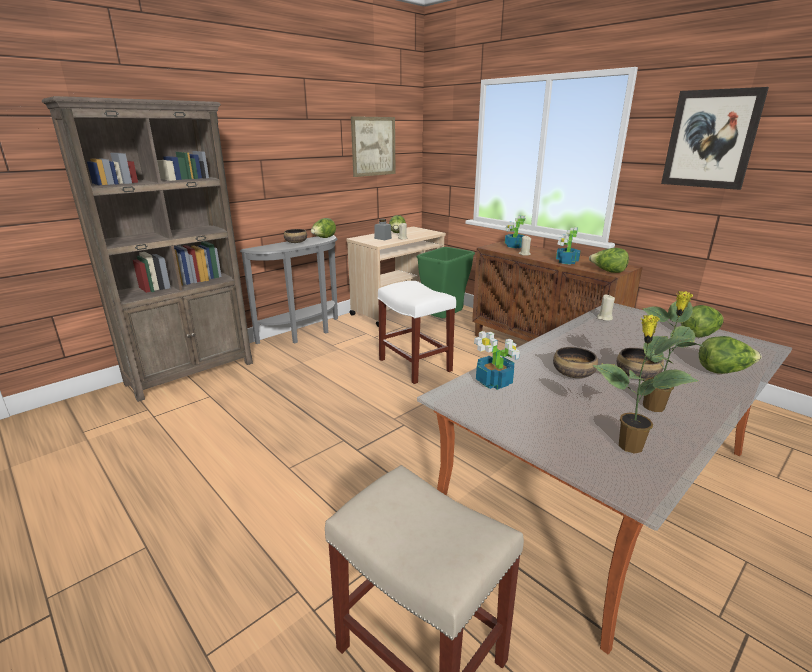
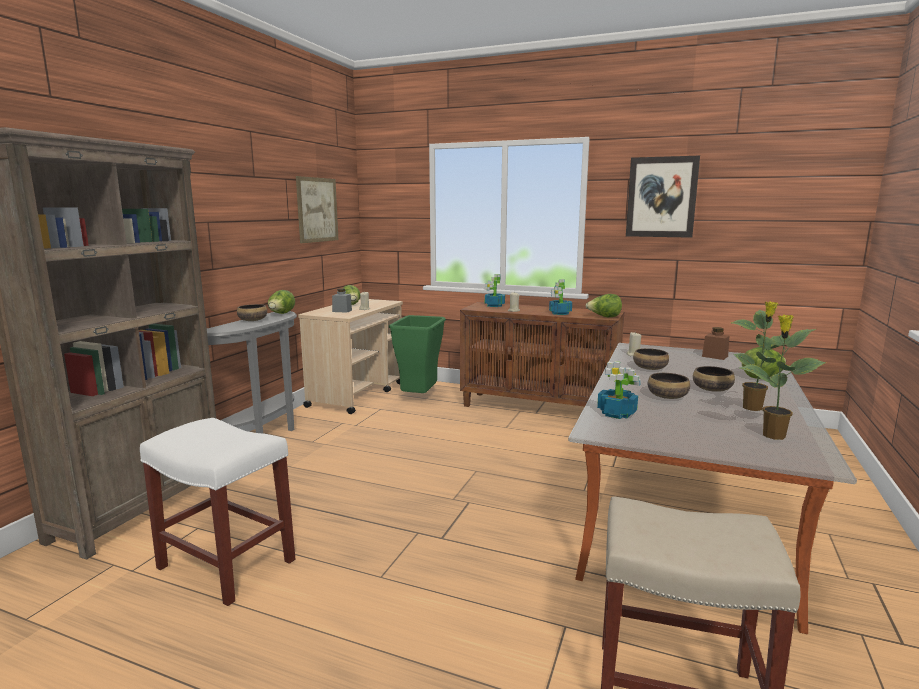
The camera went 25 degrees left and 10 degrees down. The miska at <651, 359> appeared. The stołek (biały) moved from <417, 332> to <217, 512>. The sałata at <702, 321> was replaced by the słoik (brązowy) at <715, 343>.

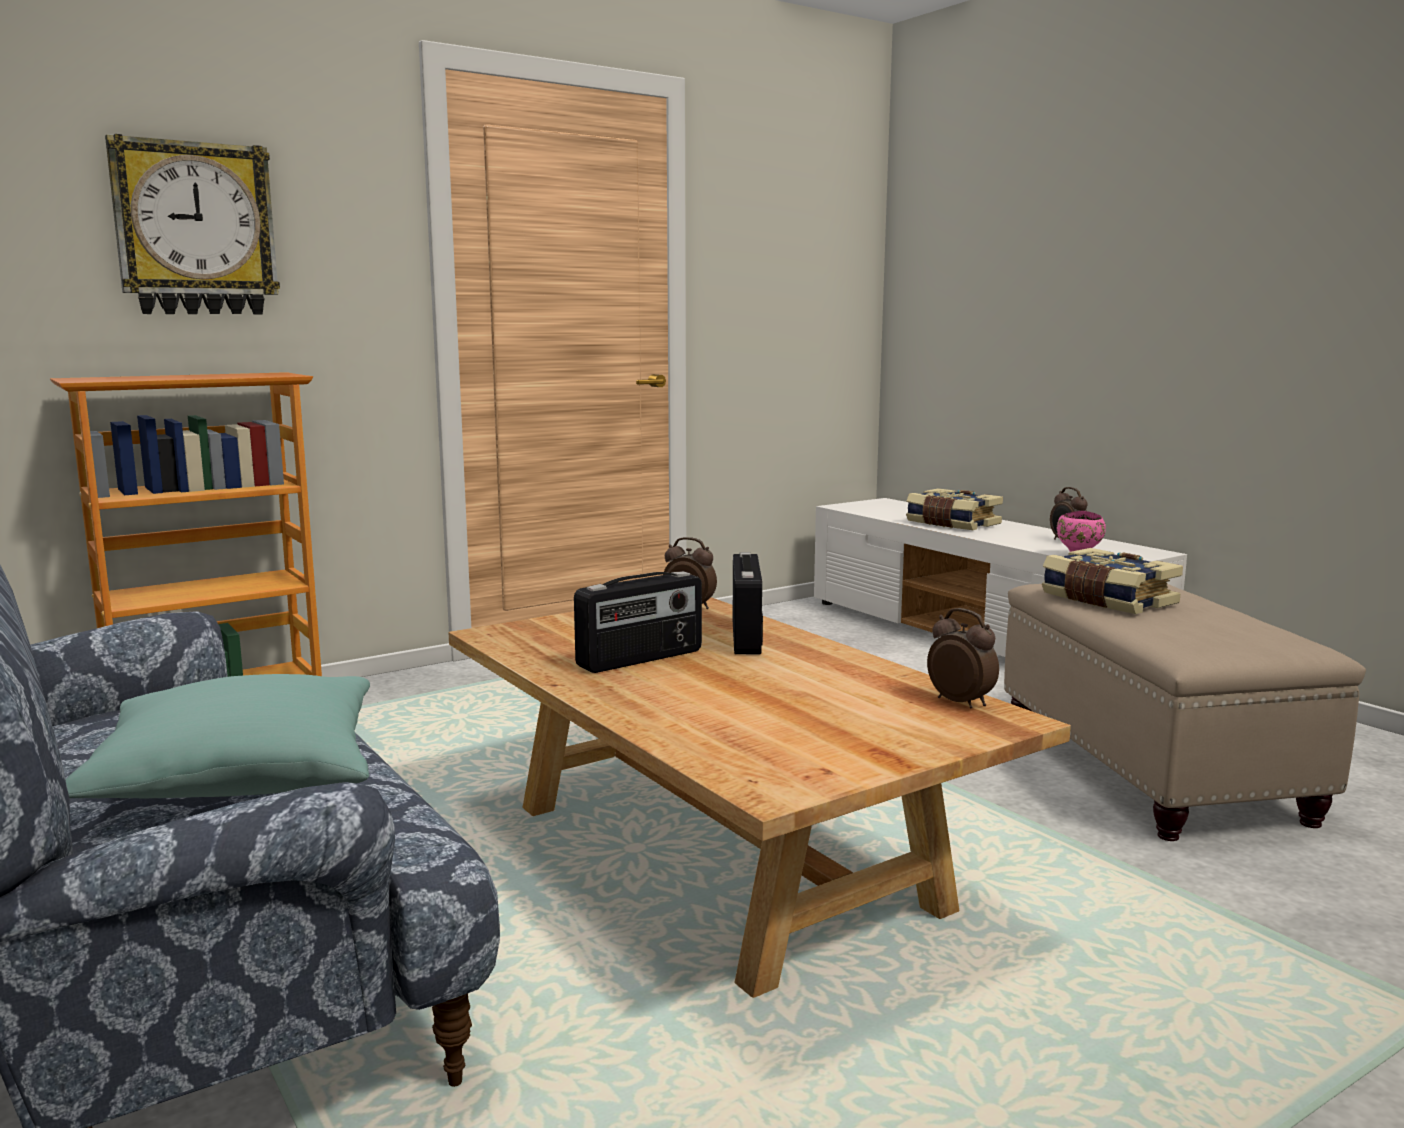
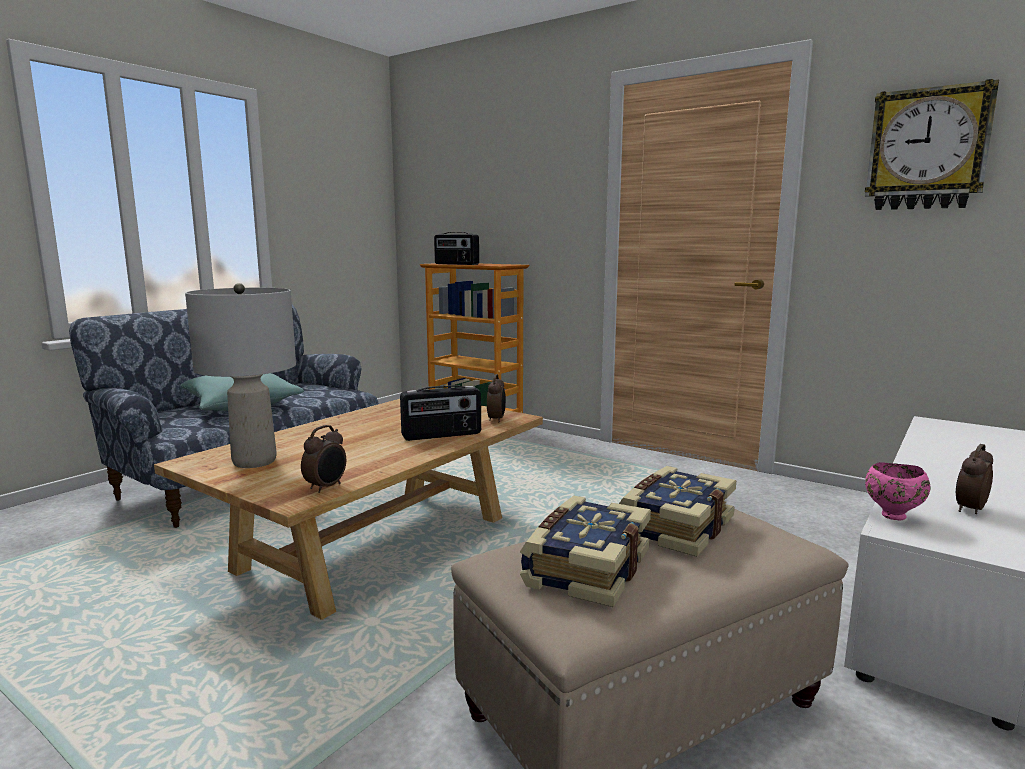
The camera went 70 degrees right and 0 degrees up. The lampa stołowa (szary) at <240, 375> appeared. The zegar ścienny moved from <192, 224> to <932, 144>. The radio moved from <638, 622> to <456, 248>. The książka moved from <954, 509> to <585, 551>.

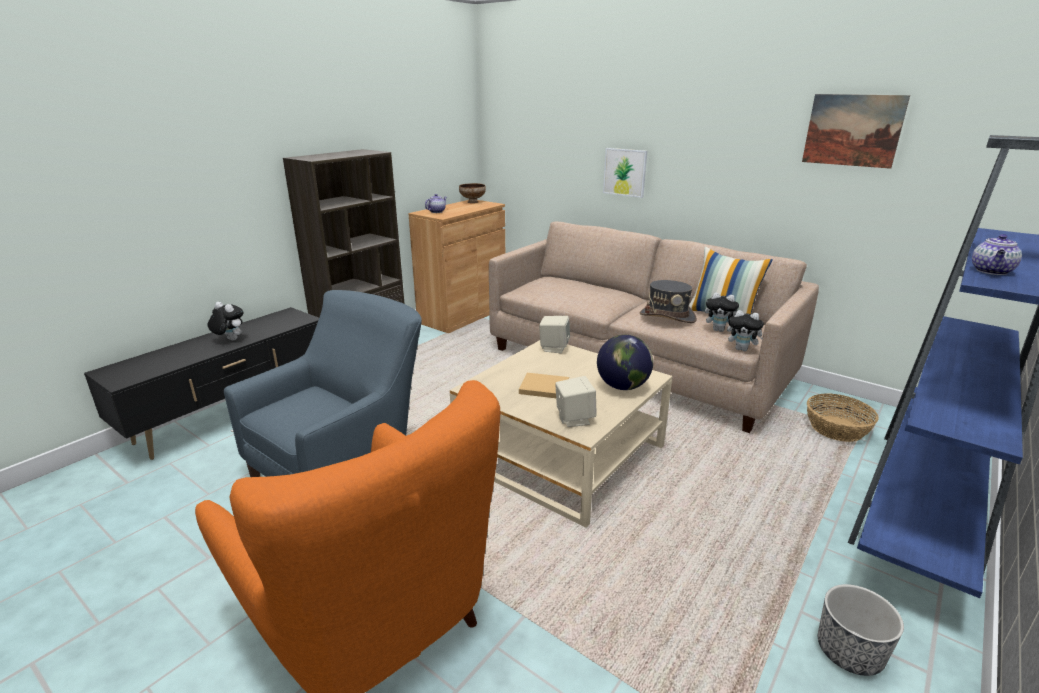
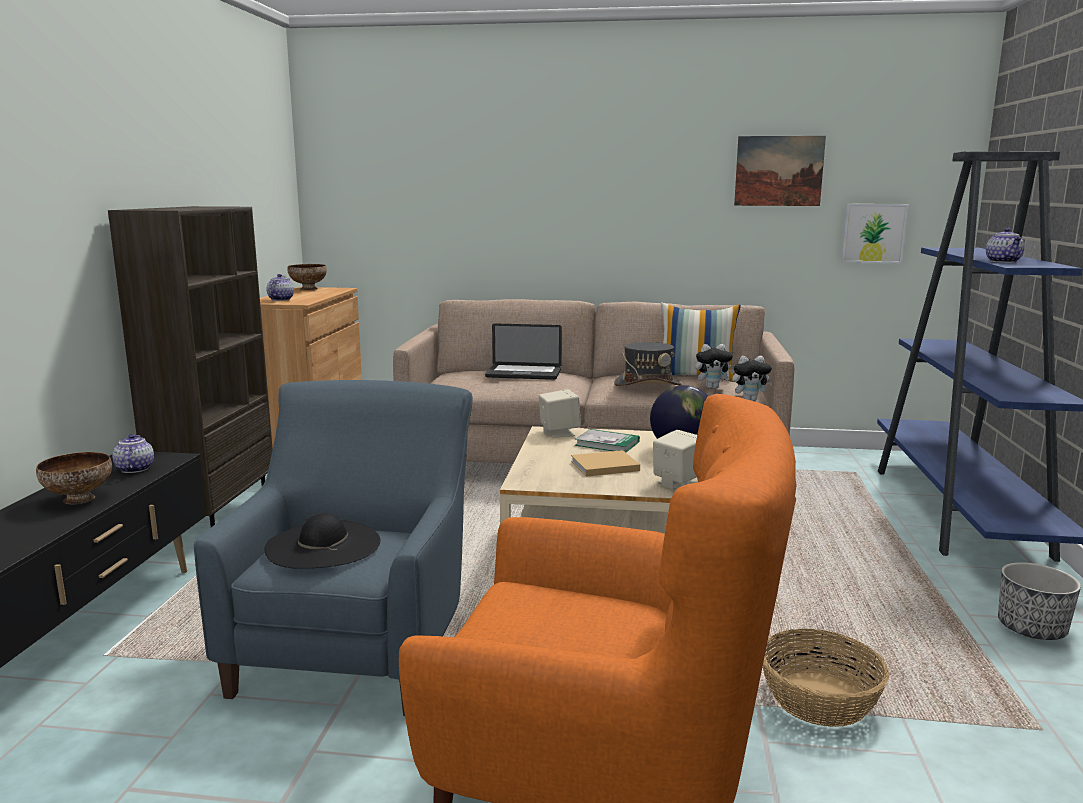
The camera went 30 degrees left and 10 degrees down. The imbryk at <133, 453> appeared. The kapelusz (czarny) at <322, 541> appeared. The laptop at <523, 352> appeared. The książka at <607, 441> appeared. The obraz moved from <625, 173> to <875, 233>. The koszyk moved from <843, 418> to <826, 677>. The pluszak at <226, 321> was replaced by the miska at <74, 478>.

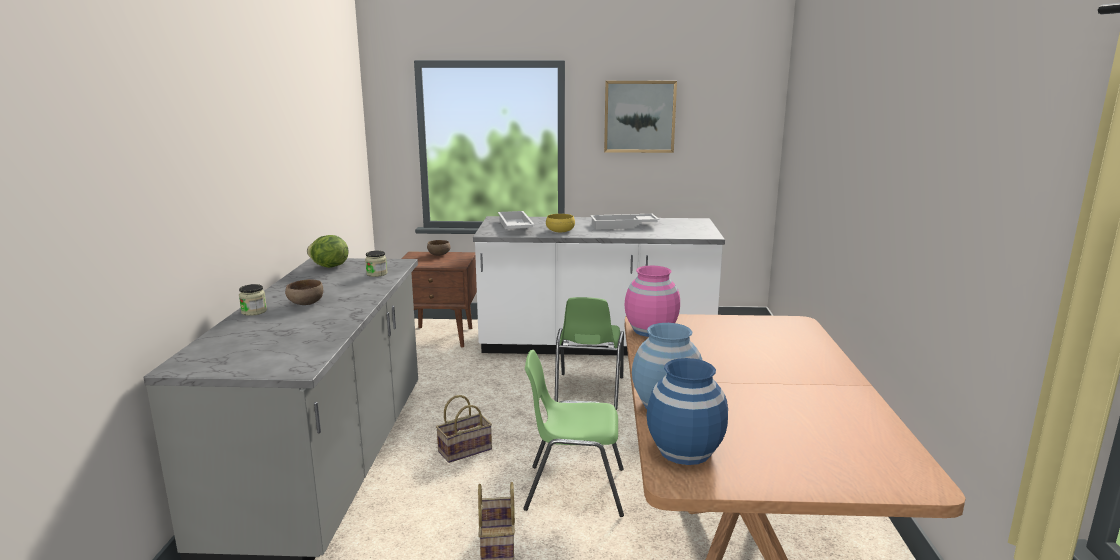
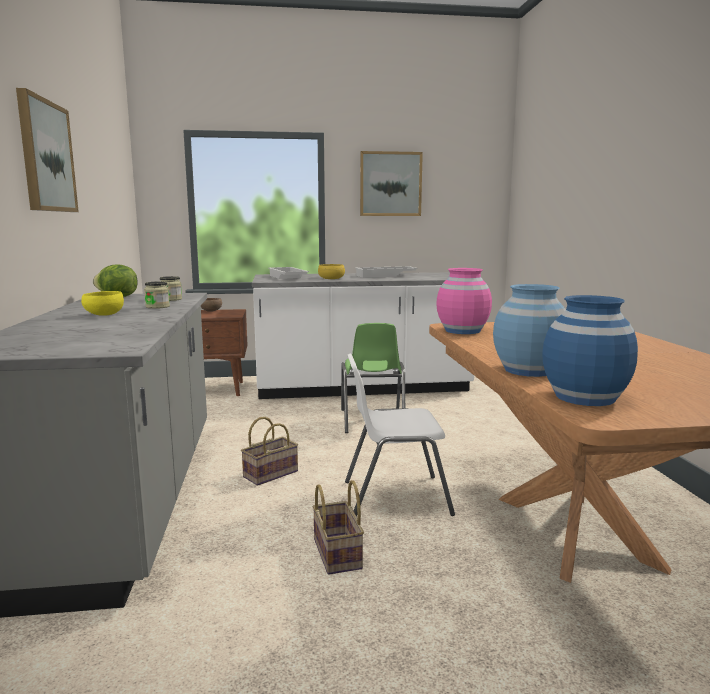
The camera went 10 degrees left and 5 degrees down. The obraz at <47, 150> appeared. The słoik moved from <253, 300> to <157, 295>. The miska (brązowy) at <304, 292> became the miska (żółty) at <102, 303>. The krzesło (zielony) at <573, 433> became the krzesło (biały) at <400, 435>.

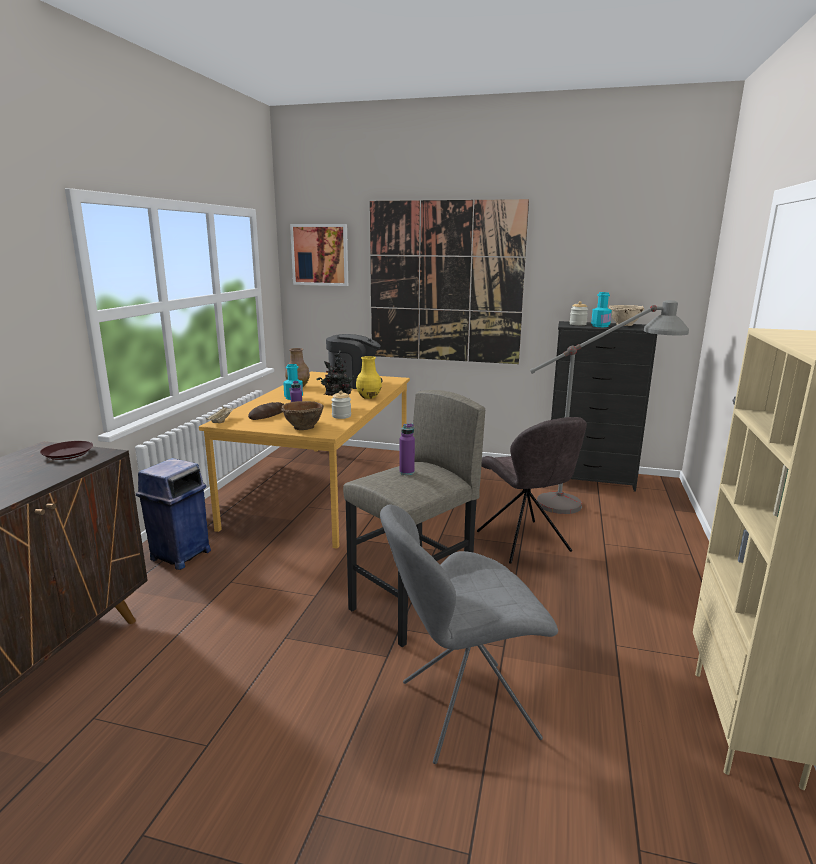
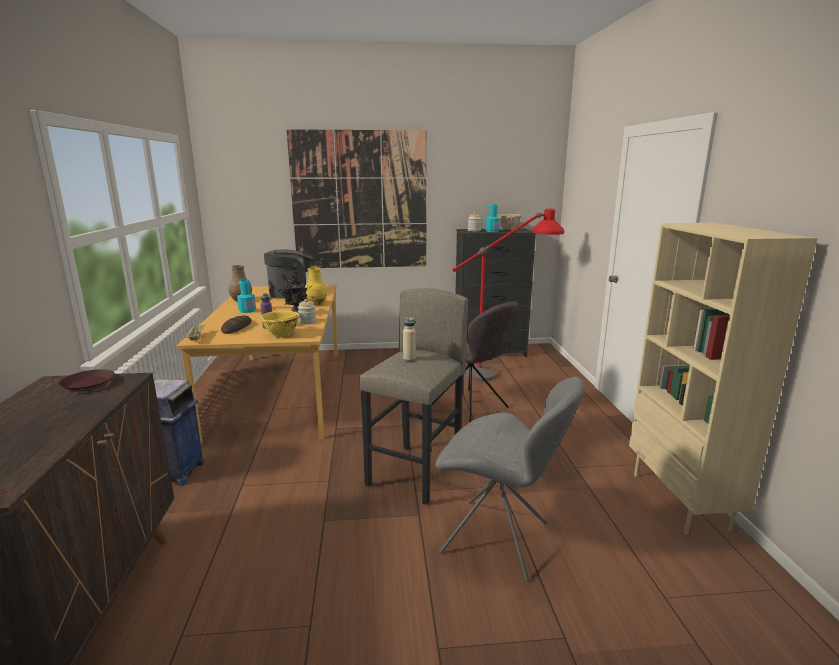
The camera went 20 degrees left and 0 degrees up. The obraz at <319, 255> disappeared. The miska (brązowy) at <302, 415> became the miska (żółty) at <280, 324>. The butelka (fioletowy) at <407, 449> became the butelka (beżowy) at <409, 339>. The lampa stojąca (szary) at <609, 407> became the lampa stojąca (czerwony) at <508, 295>. The krzesło (szary) at <469, 634> turned 120 degrees counterclockwise.

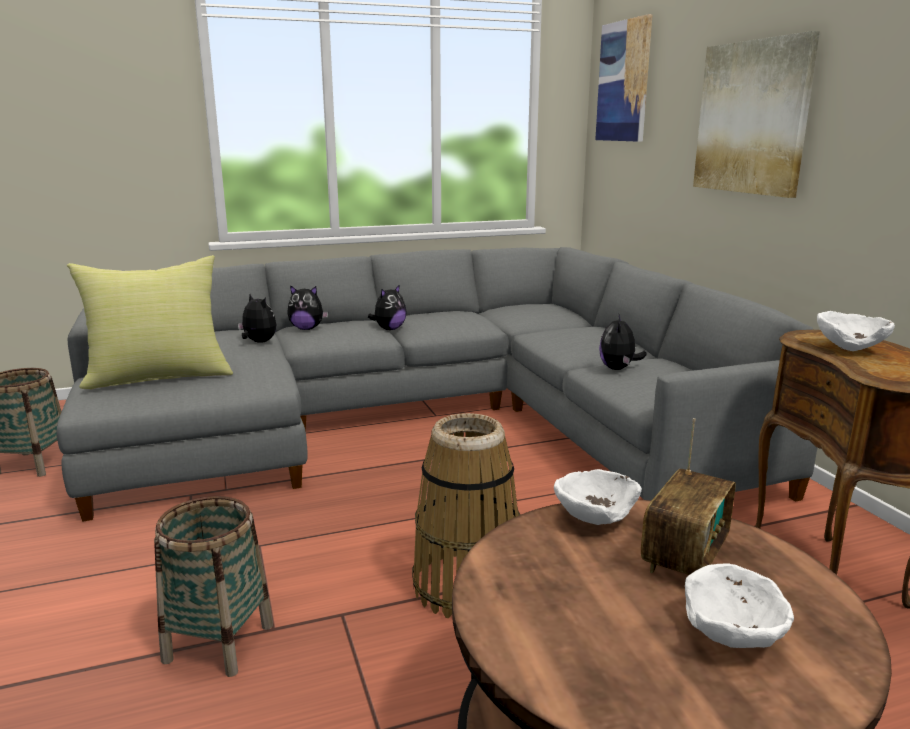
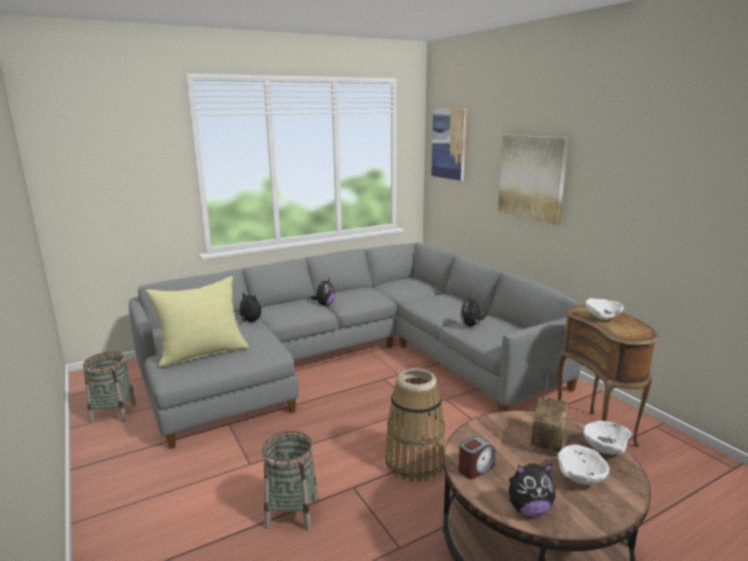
The camera went 10 degrees left and 0 degrees up. The budzik at <476, 458> appeared. The pluszak moved from <307, 307> to <532, 489>. The miska (biały) moved from <598, 497> to <607, 438>.

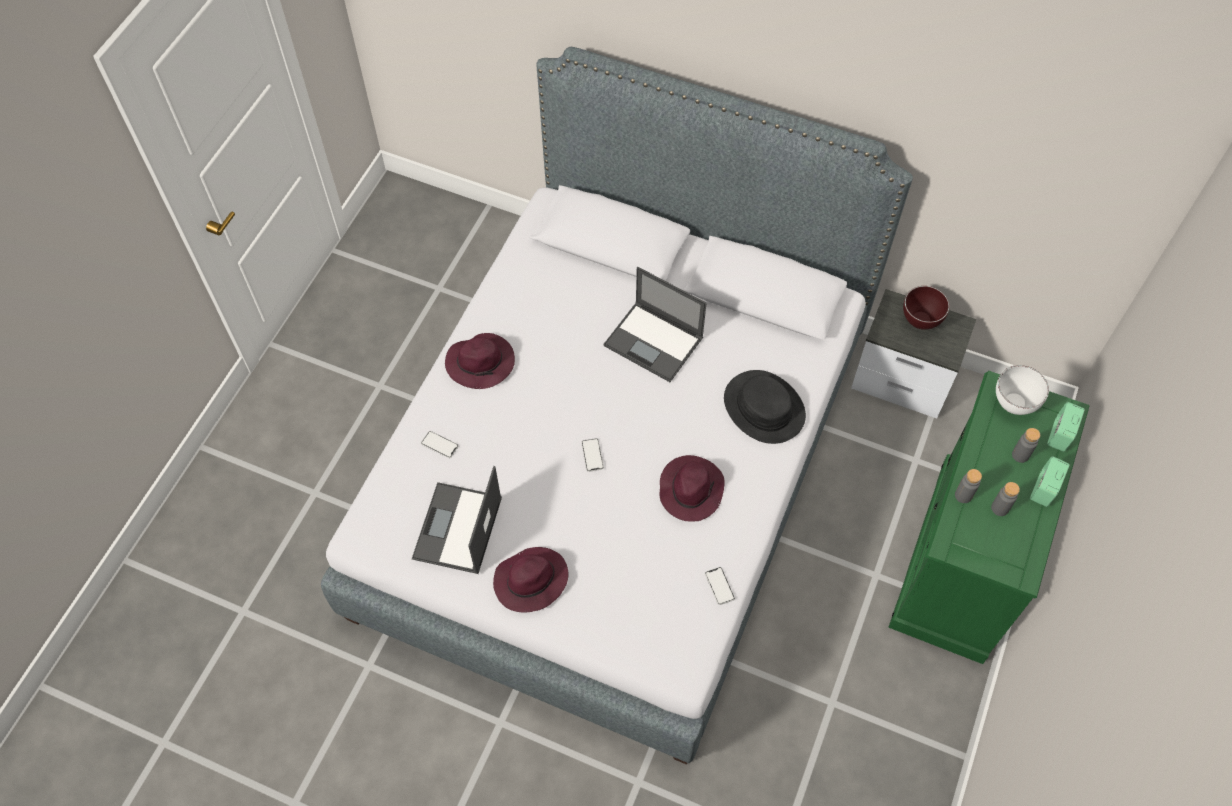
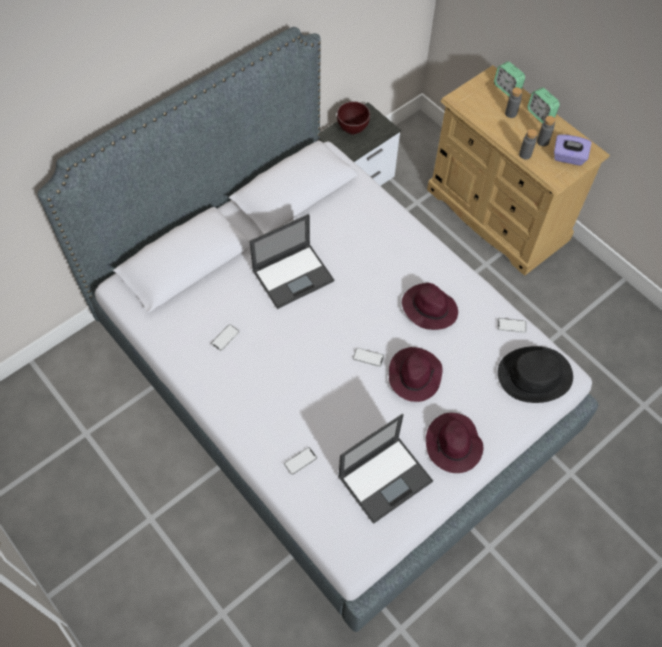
The camera went 65 degrees left and 0 degrees up. The miska (biały) at <1022, 390> disappeared. The telefon at <225, 337> appeared. The pudełko chusteczek (fioletowy) at <573, 150> appeared. The kapelusz (fioletowy) moved from <480, 361> to <416, 374>. The kapelusz (czarny) moved from <765, 407> to <535, 374>. The komoda (zielony) at <988, 517> became the komoda (beżowy) at <518, 170>. The laptop at <457, 520> turned 75 degrees counterclockwise.

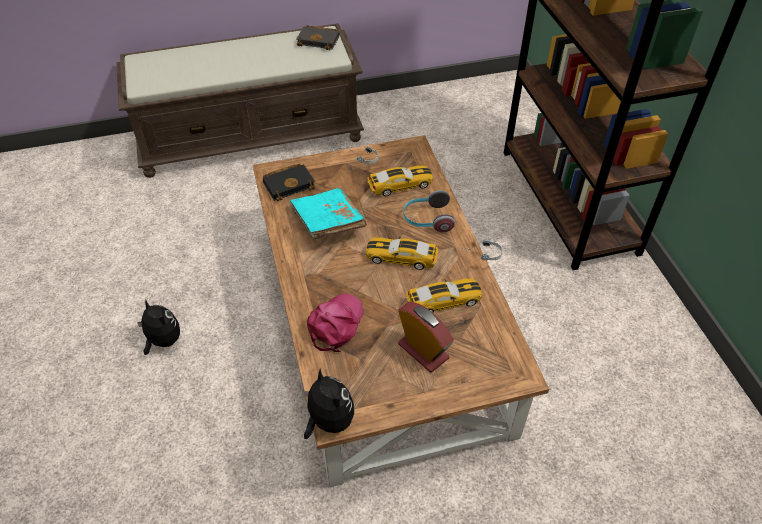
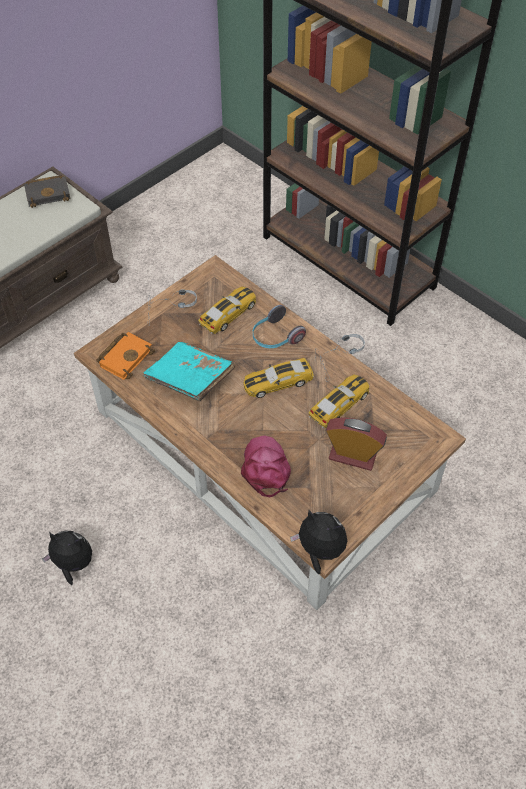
The camera went 30 degrees left and 5 degrees up. The książka (czarny) at <289, 182> became the książka (pomarańczowy) at <125, 356>.

